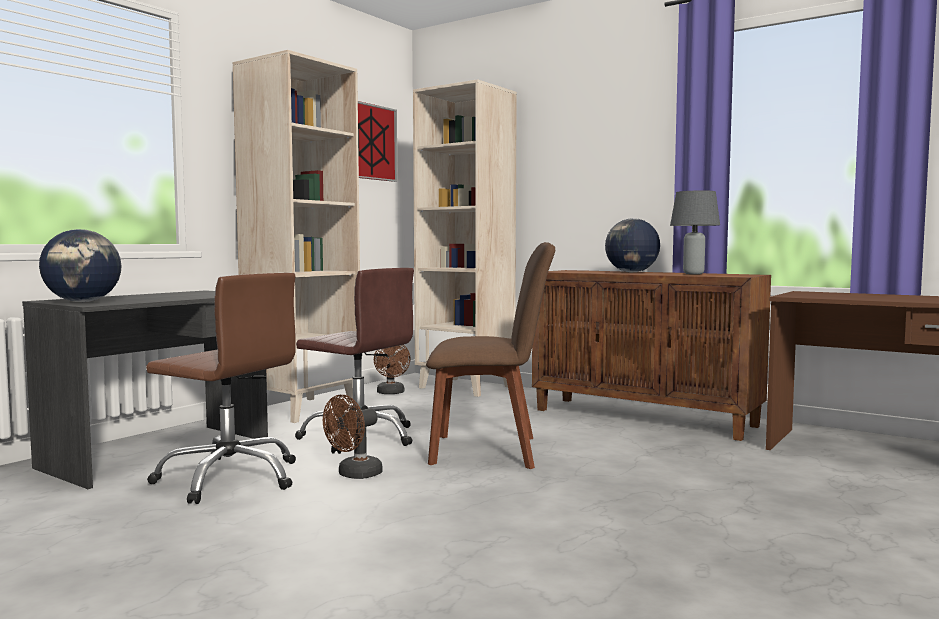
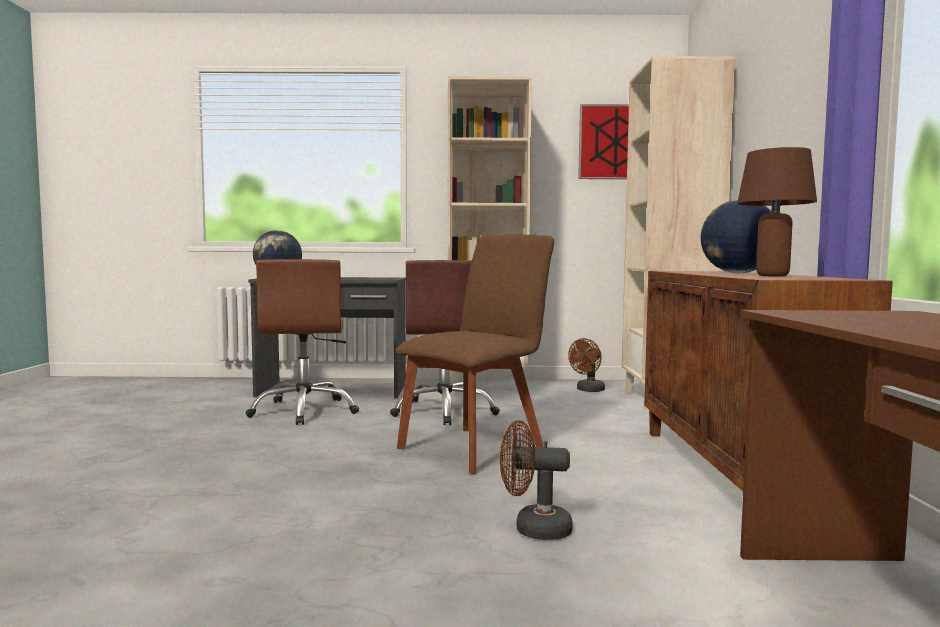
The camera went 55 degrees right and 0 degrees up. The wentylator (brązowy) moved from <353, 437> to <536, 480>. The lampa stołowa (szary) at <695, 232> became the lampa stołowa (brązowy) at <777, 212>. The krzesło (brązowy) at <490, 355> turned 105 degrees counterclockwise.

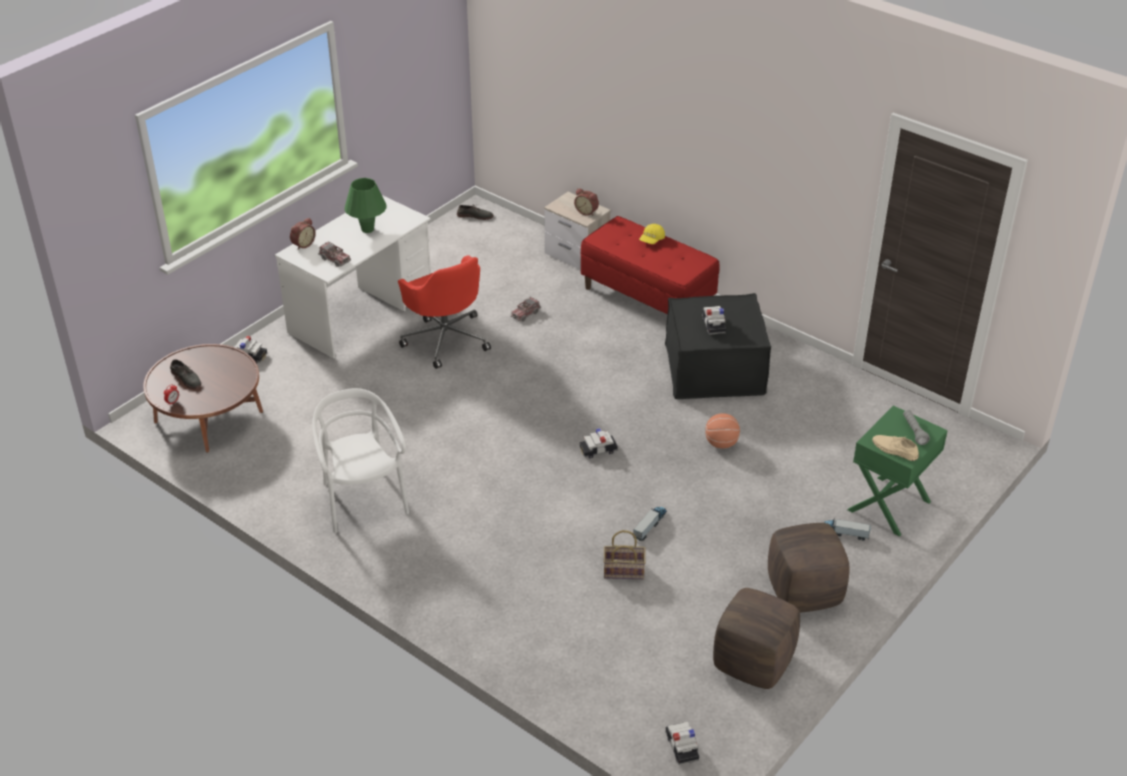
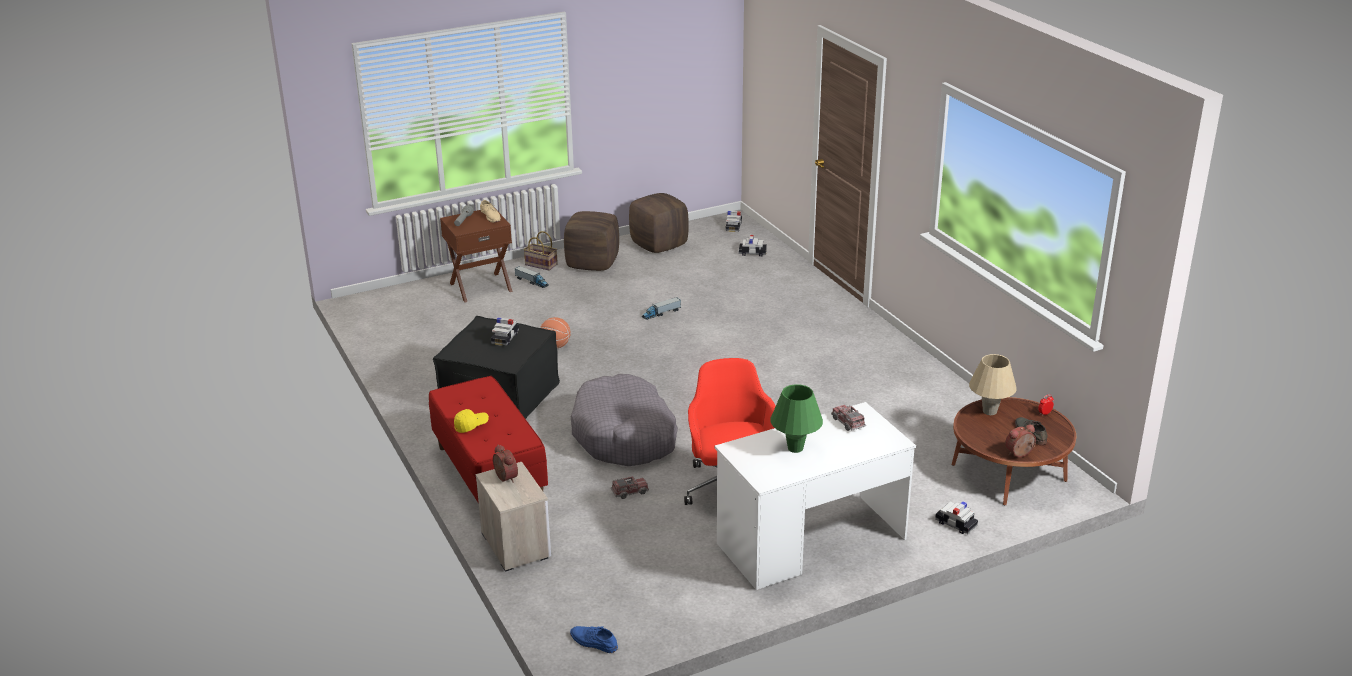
The camera went 155 degrees left and 10 degrees down. The krzesło (biały) at <360, 460> disappeared. The legowisko (szary) at <624, 420> appeared. The lampa stołowa (beżowy) at <992, 384> appeared. The budzik moved from <303, 234> to <1020, 441>. The samochodzik moved from <599, 443> to <753, 245>. The koszyk moved from <625, 554> to <540, 251>. The but (szary) at <475, 212> became the but (niebieski) at <594, 639>. The szafka nocna (zielony) at <897, 471> became the szafka nocna (brązowy) at <476, 256>.

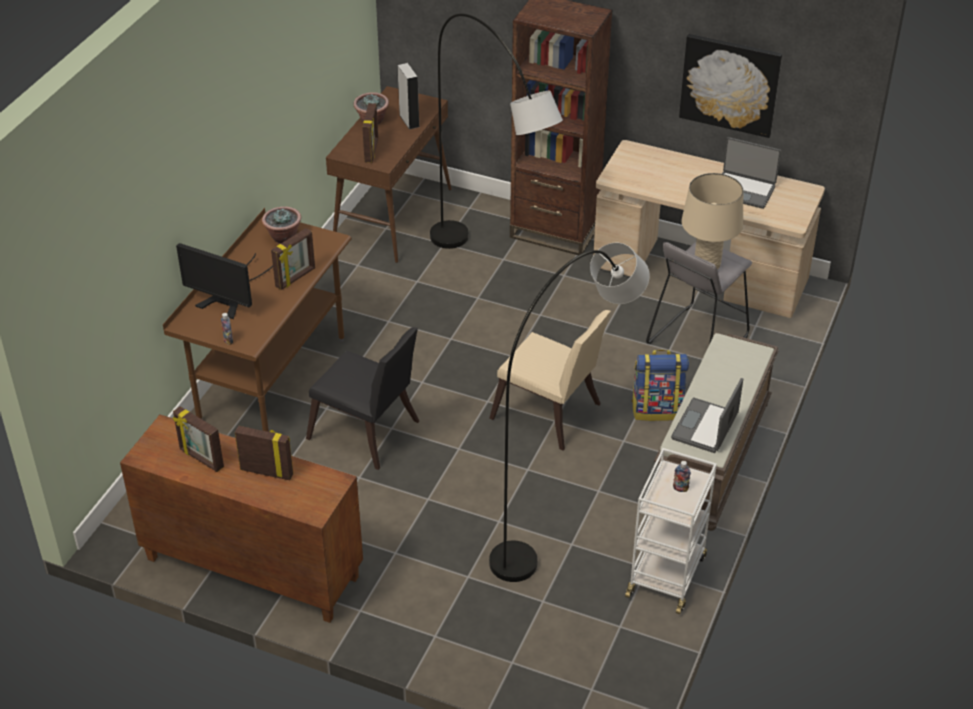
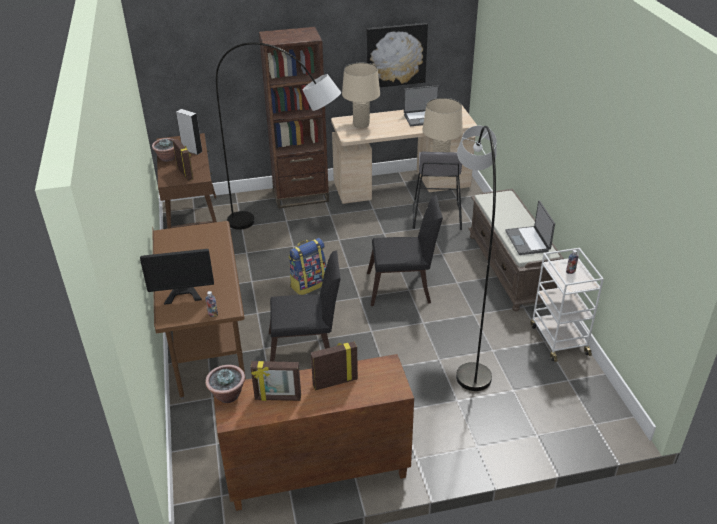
The camera went 35 degrees left and 5 degrees down. The ramka na zdjęcie at <293, 259> disappeared. The lampa stołowa (beżowy) at <361, 95> appeared. The roślina doniczkowa moved from <281, 225> to <225, 384>. The plecak moved from <660, 385> to <307, 266>. The krzesło (beżowy) at <550, 380> became the krzesło (czarny) at <405, 250>.

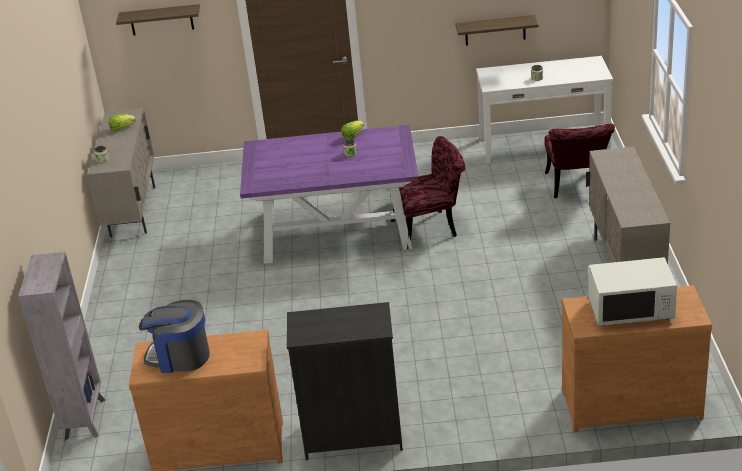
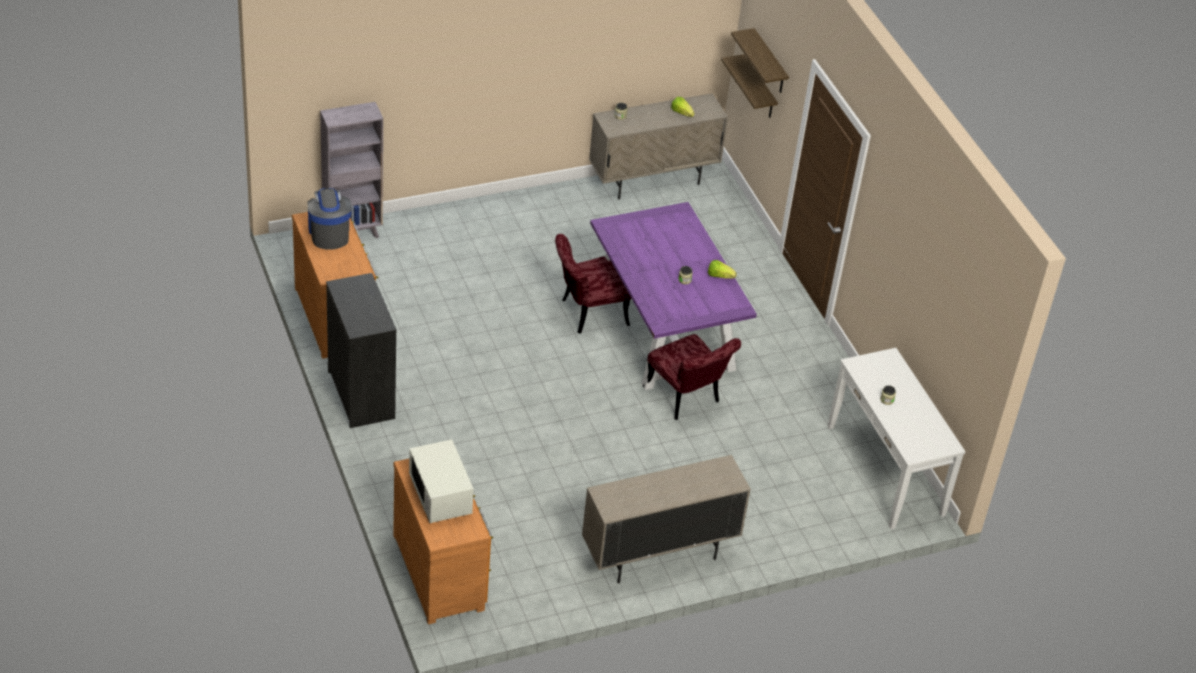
The camera went 65 degrees right and 10 degrees up. The półka moved from <497, 30> to <749, 86>. The krzesło (czerwony) moved from <579, 161> to <593, 284>.

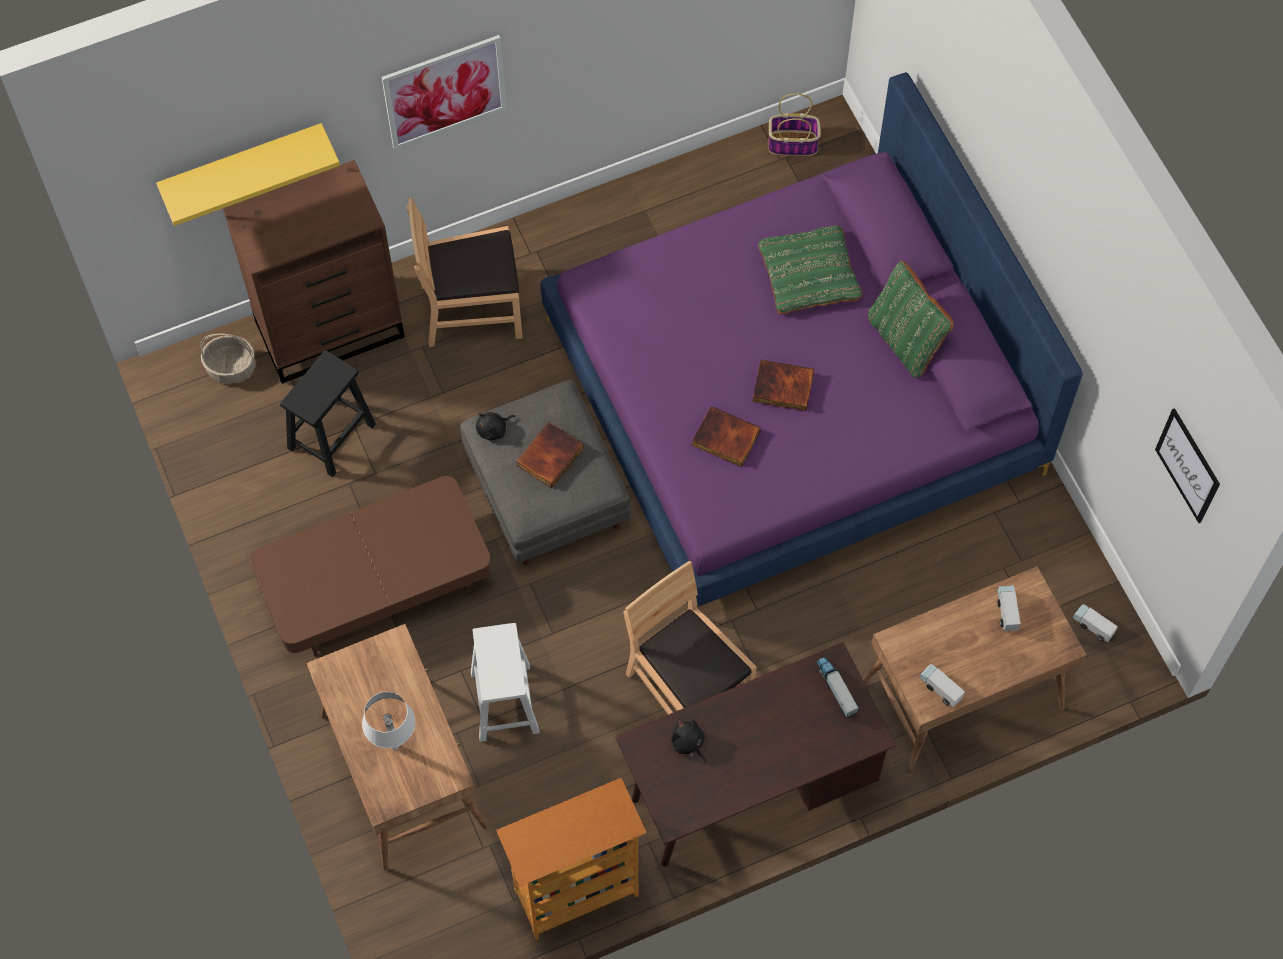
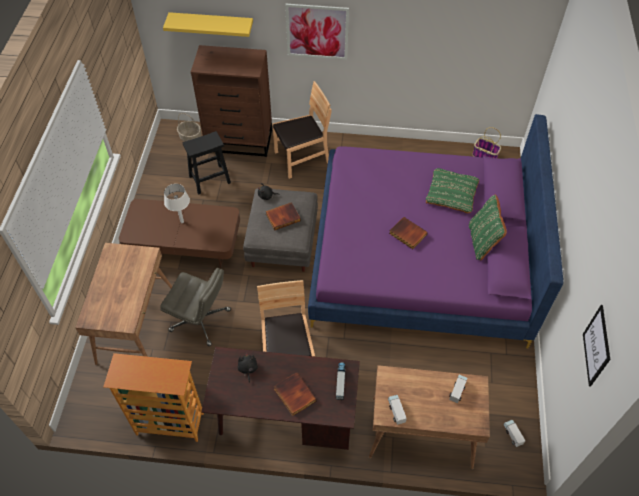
The camera went 30 degrees right and 10 degrees down. The lampa stołowa (biały) moved from <389, 721> to <177, 203>. The książka moved from <726, 436> to <295, 394>. The stołek (biały) at <505, 682> was replaced by the krzesło biurowe (szary) at <195, 307>. The krzesło (brązowy) at <465, 272> turned 135 degrees clockwise.

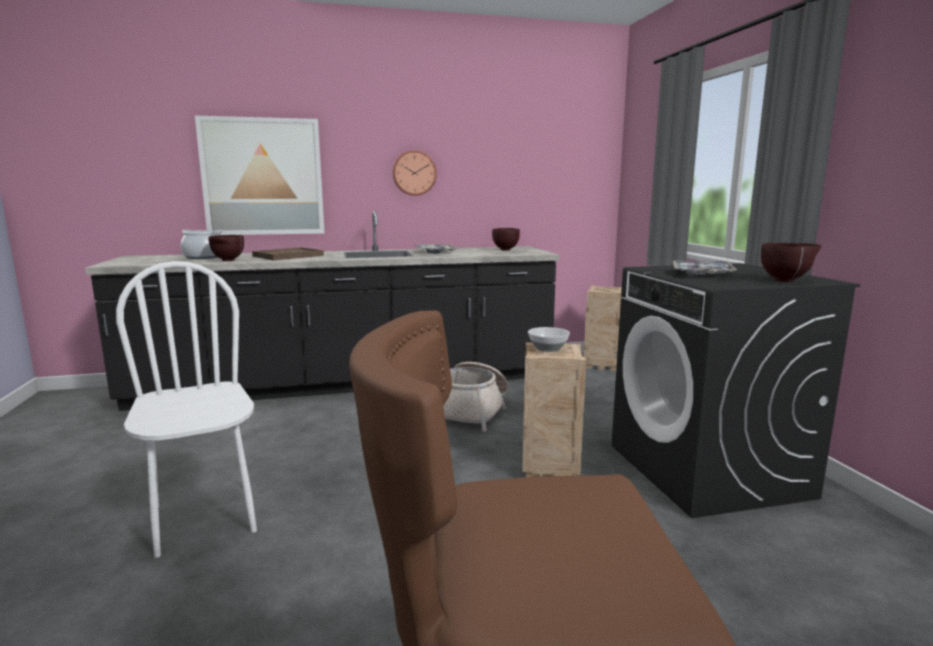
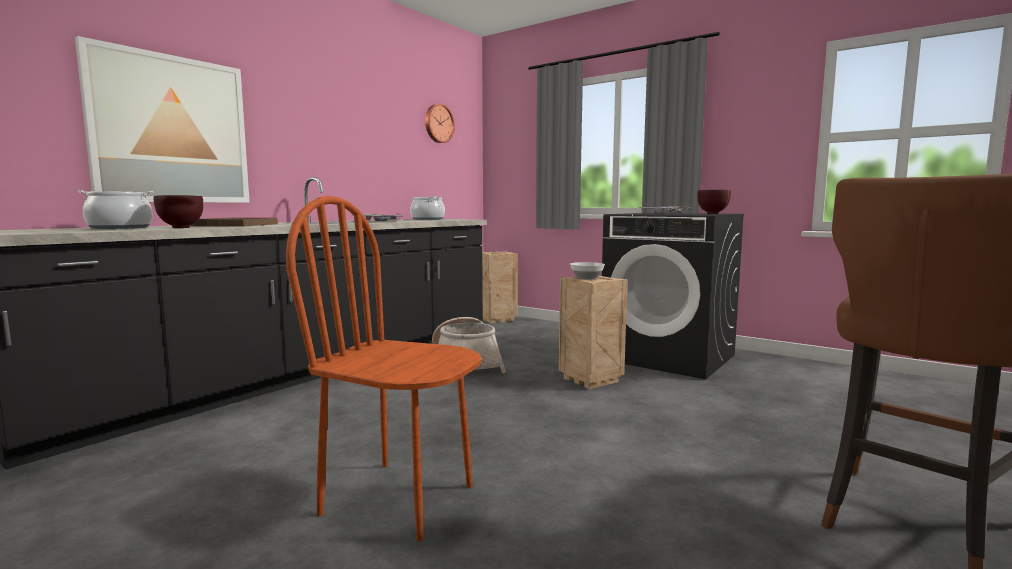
The camera went 40 degrees left and 5 degrees down. The zegar ścienny moved from <415, 173> to <440, 123>. The miska (brązowy) at <506, 239> was replaced by the garnek at <427, 208>. The krzesło (biały) at <186, 409> became the krzesło (brązowy) at <383, 368>.

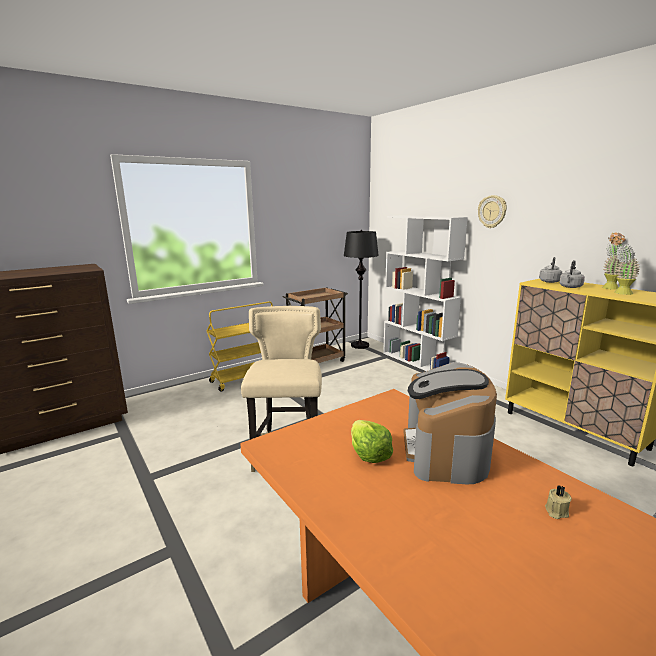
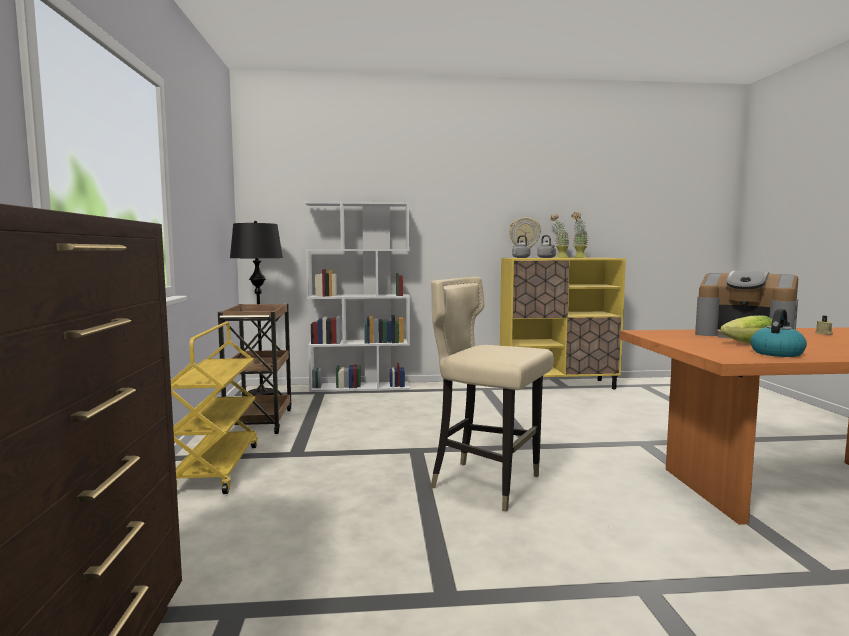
The camera went 60 degrees left and 10 degrees down. The czajnik at <778, 333> appeared. The zegar ścienny moved from <492, 211> to <525, 232>.

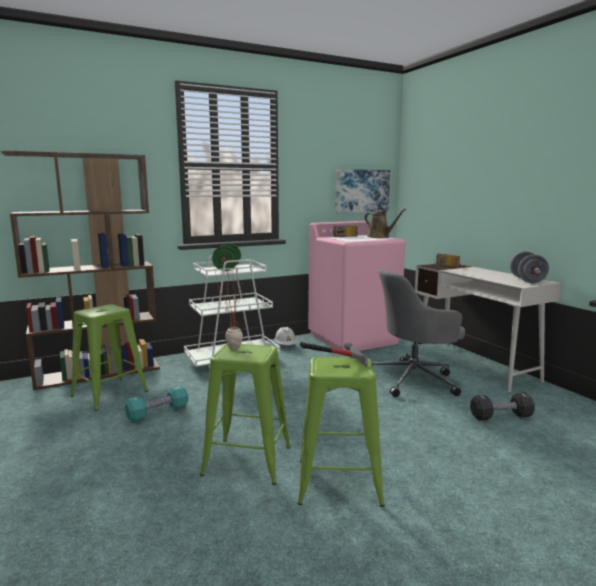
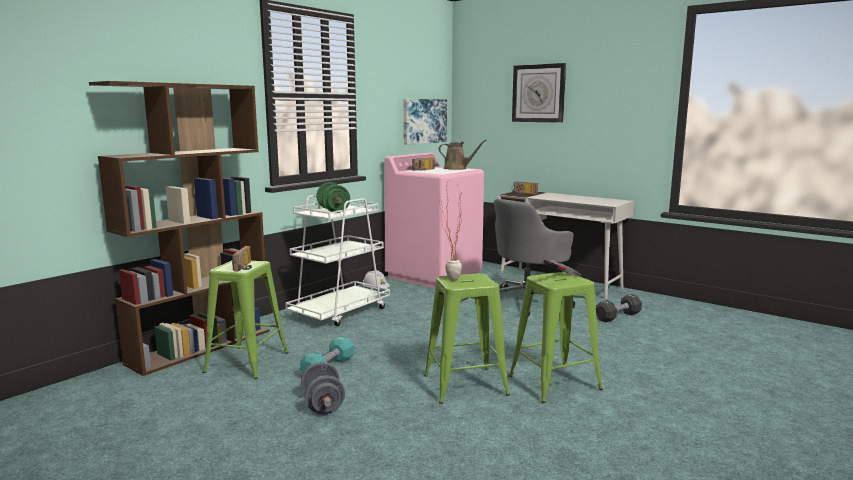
The camera went 25 degrees left and 0 degrees up. The radio at <242, 259> appeared. The zegar ścienny at <539, 93> appeared. The hantel (szary) moved from <529, 267> to <323, 388>.

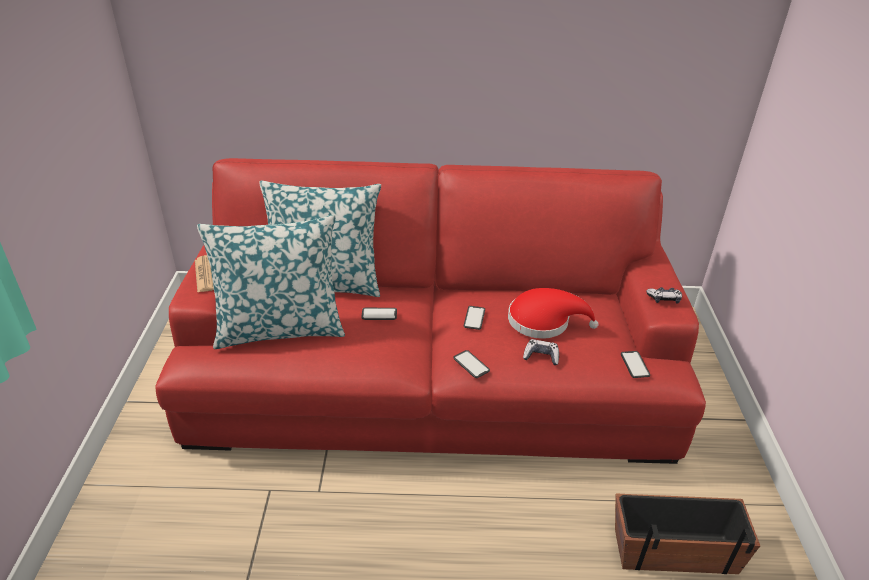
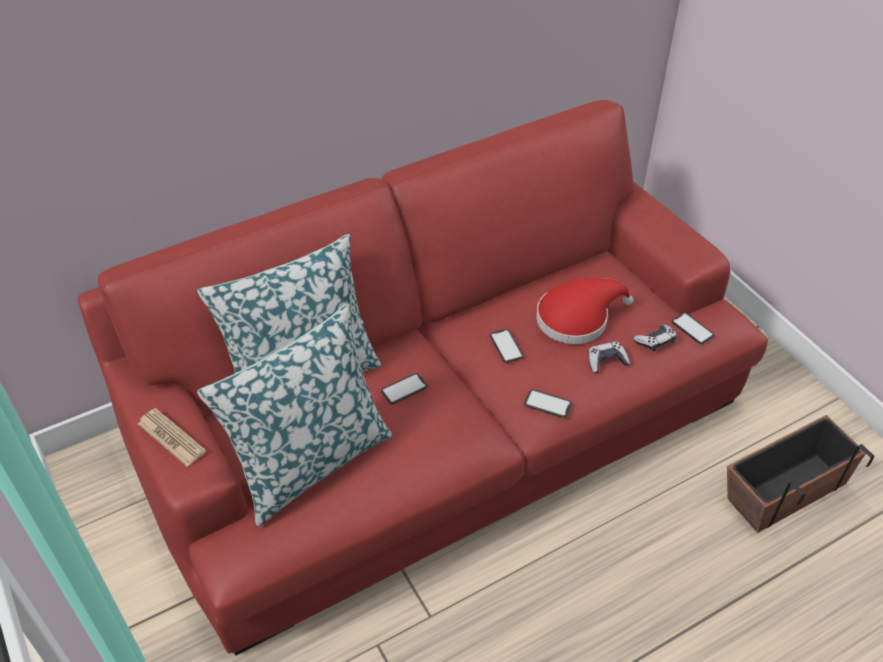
The camera went 30 degrees left and 10 degrees up. The pad do gier moved from <664, 295> to <655, 337>.

